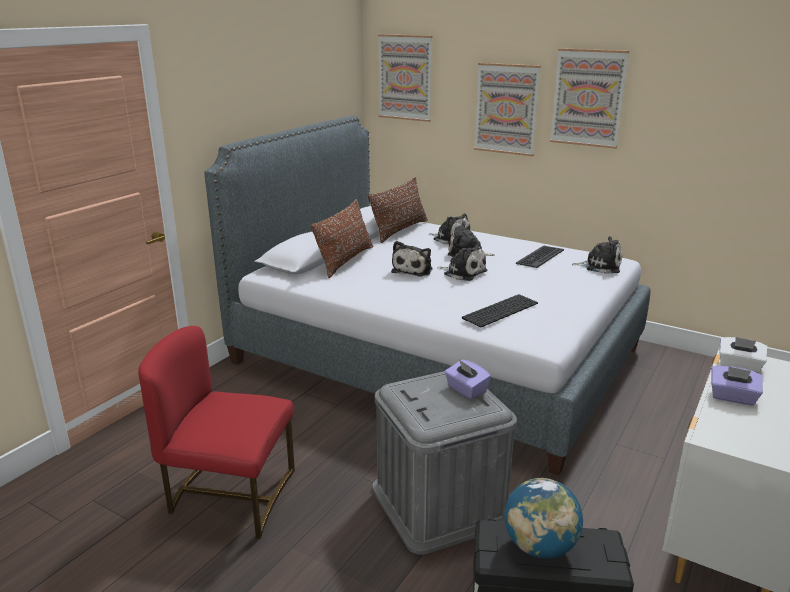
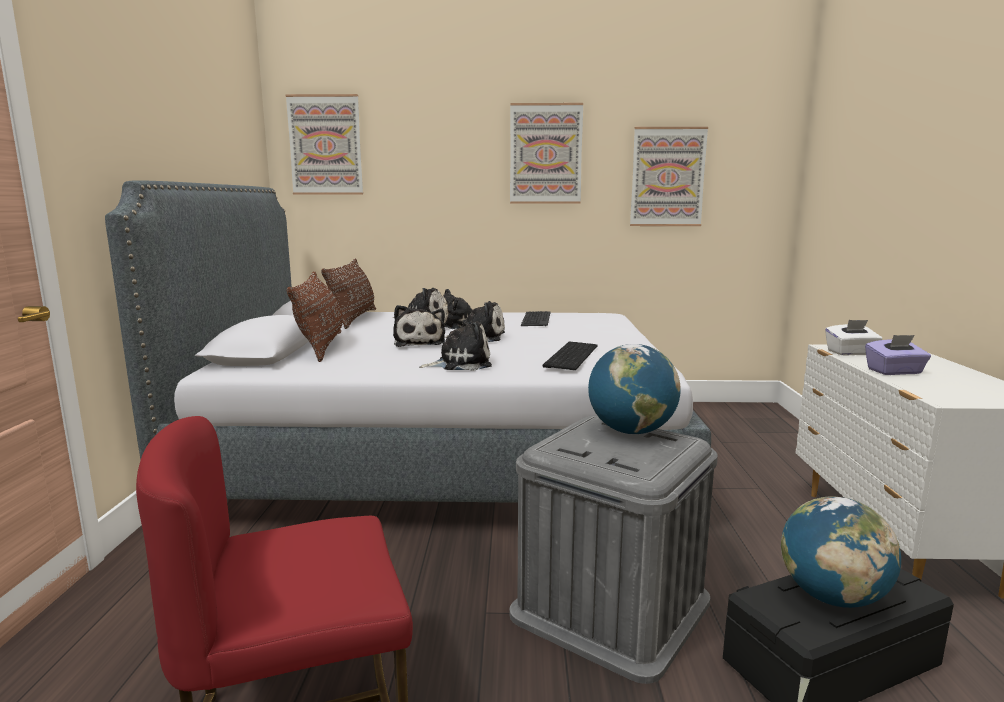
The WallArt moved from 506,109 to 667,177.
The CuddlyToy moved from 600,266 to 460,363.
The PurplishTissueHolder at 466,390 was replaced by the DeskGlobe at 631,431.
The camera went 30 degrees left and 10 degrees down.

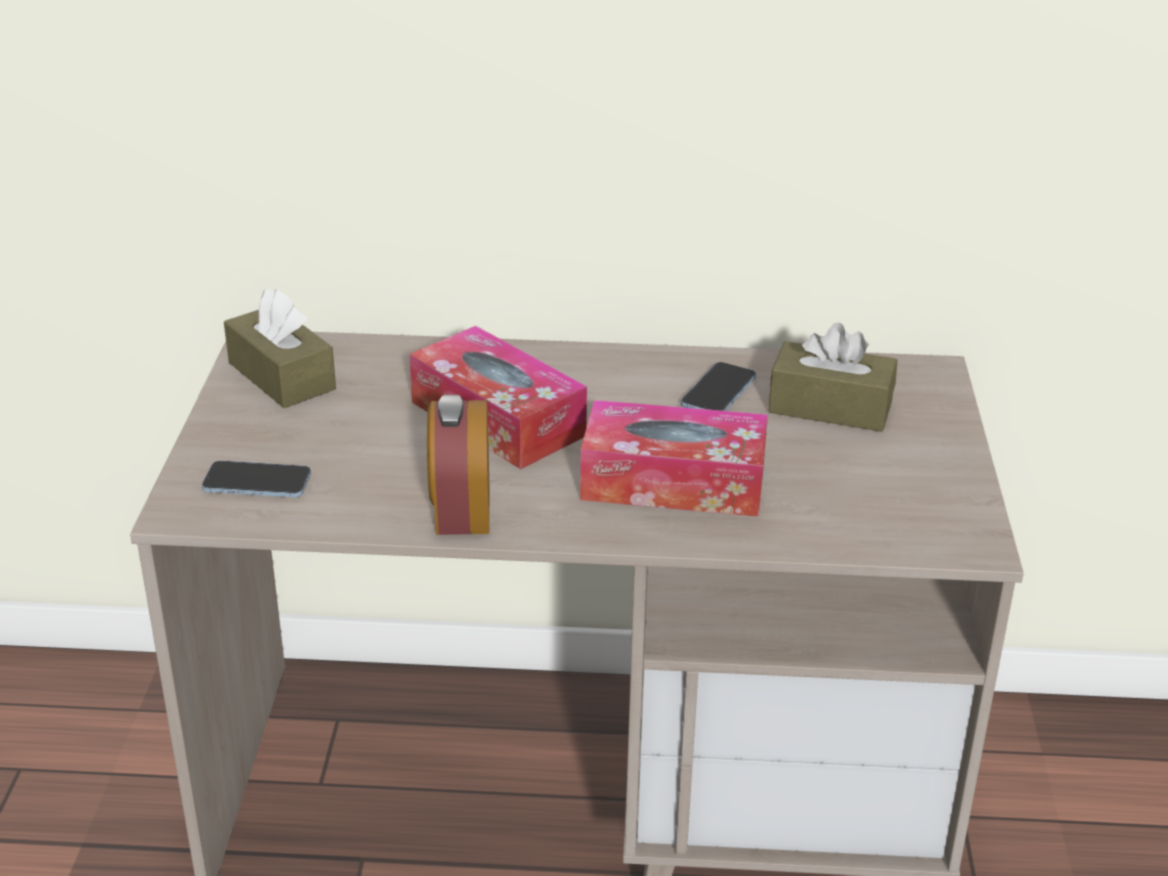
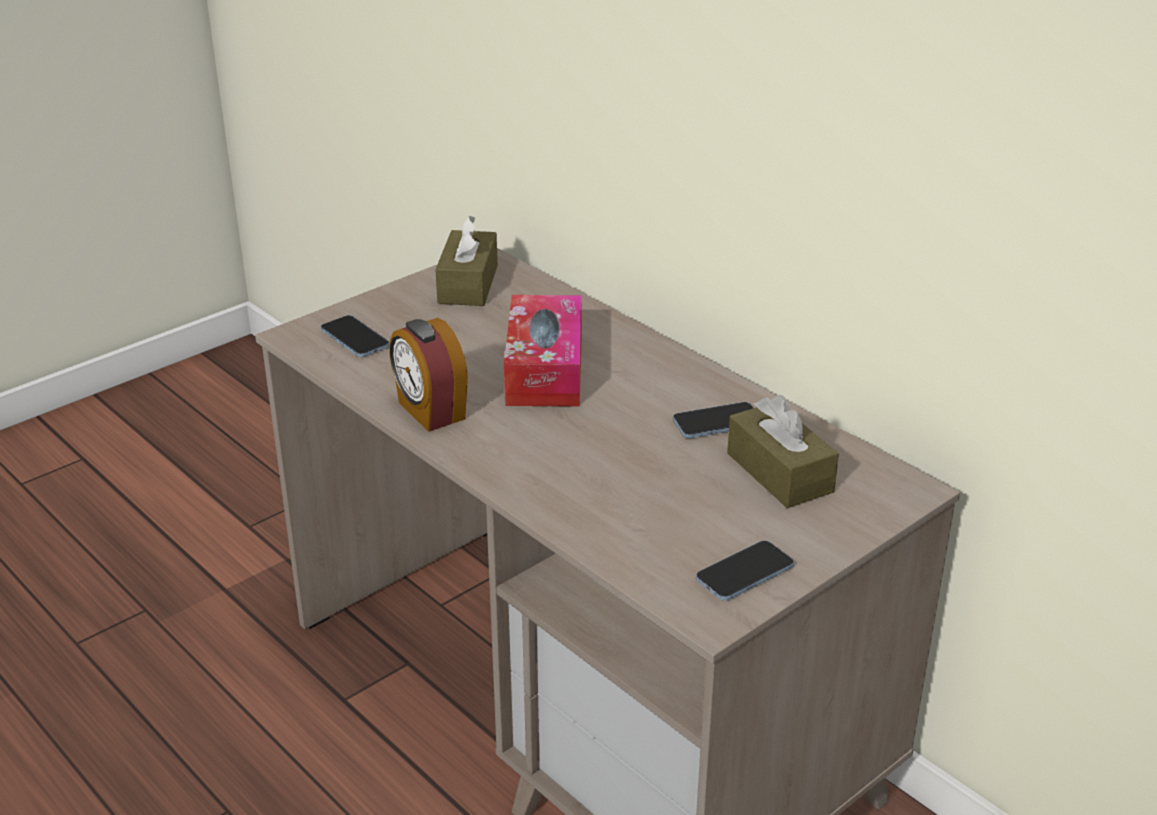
The TissueHolder at 673,482 disappeared.
The Telephone at 744,573 appeared.
The AlarmClock at 460,511 turned 75 degrees counterclockwise.
The camera went 45 degrees right and 0 degrees up.

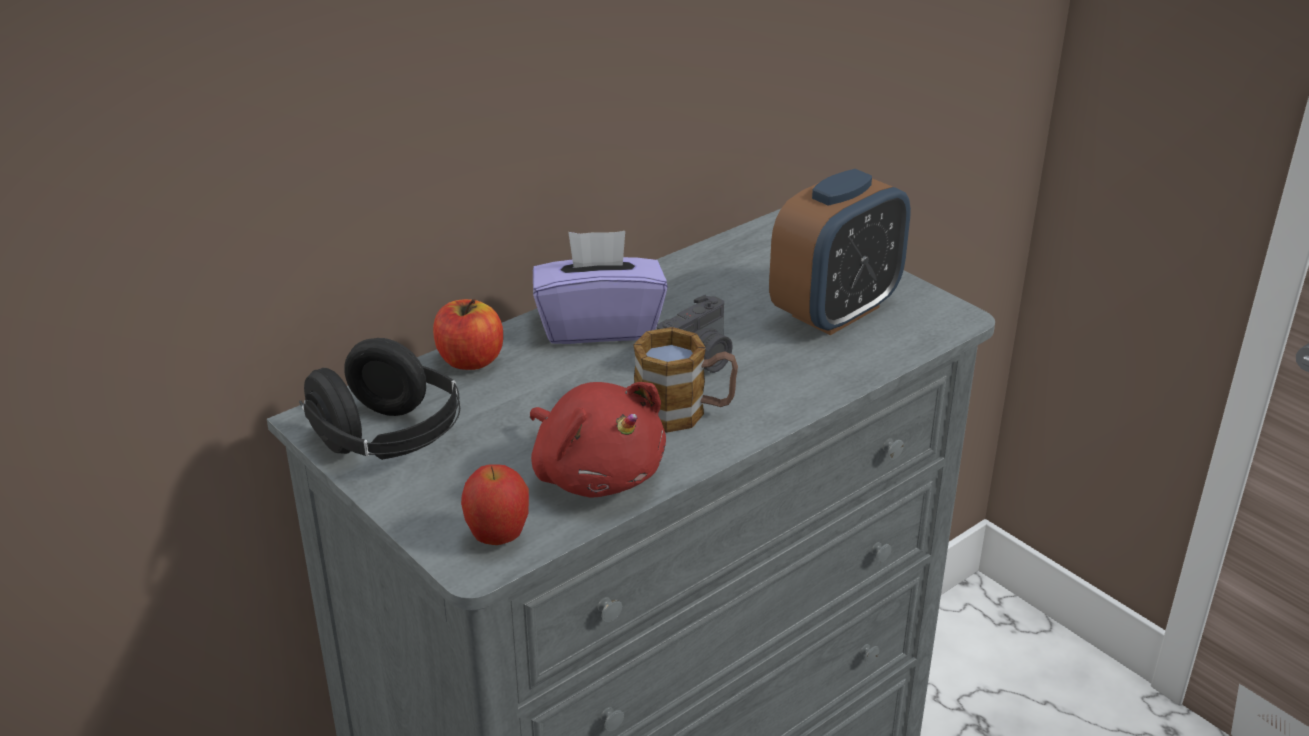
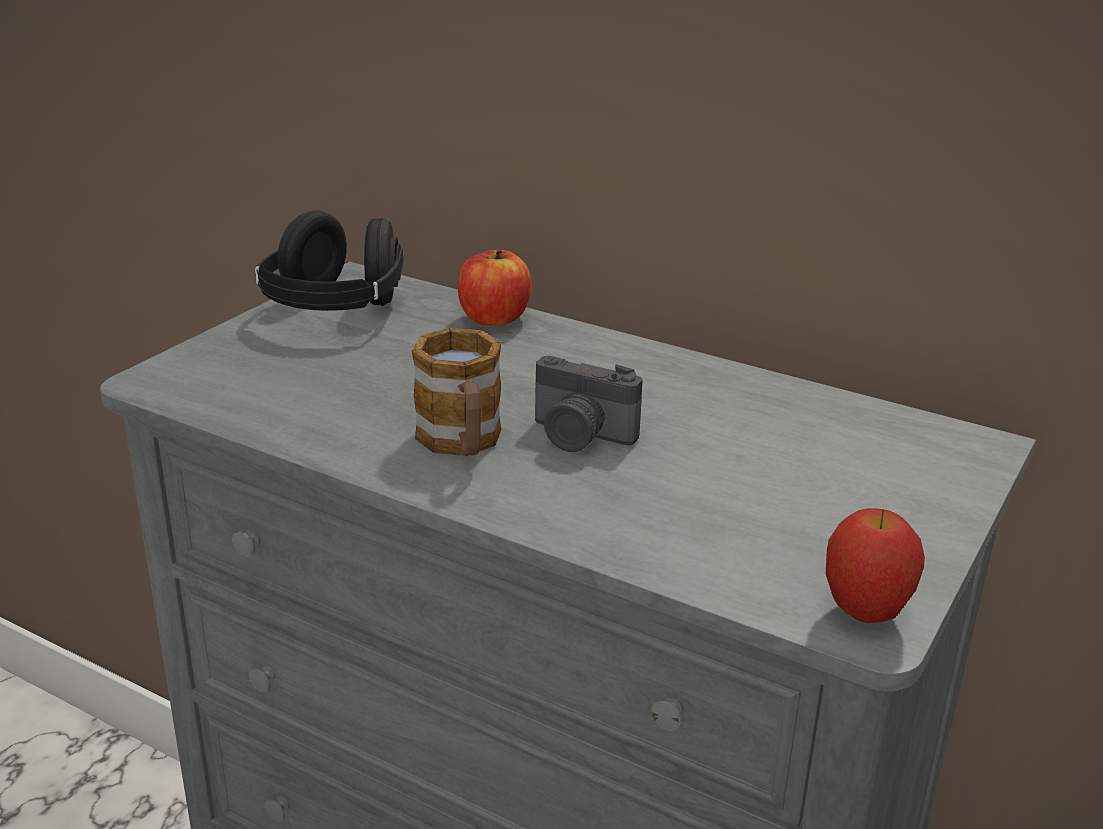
The ReddishCuddlyToy at 595,473 disappeared.
The PurplishTissueHolder at 599,326 disappeared.
The AlarmClock at 836,312 disappeared.
The WholeApple moved from 498,538 to 865,614.
The camera went 70 degrees right and 5 degrees down.

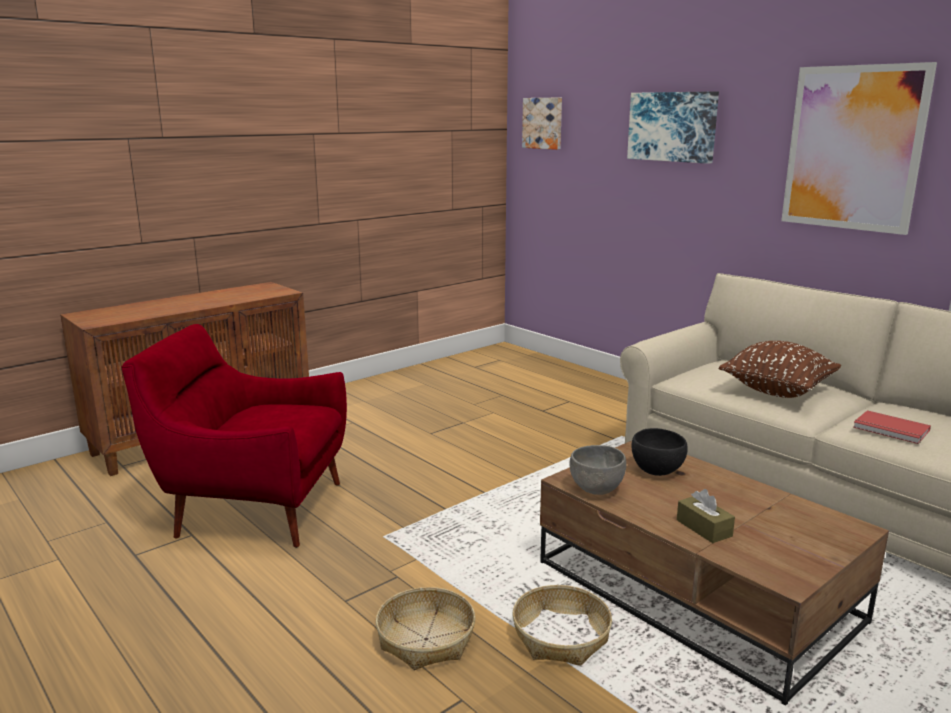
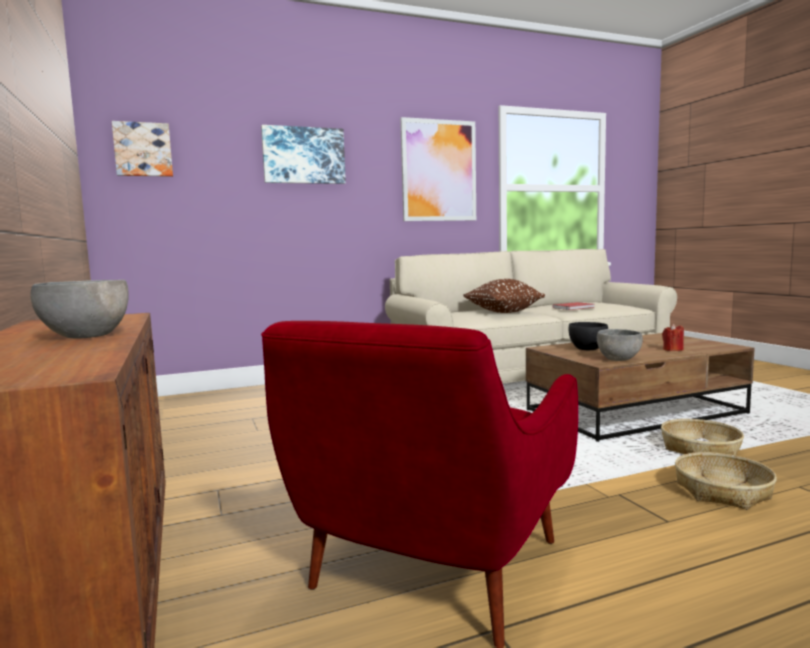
The GrayServingBowl at 87,336 appeared.
The BrownColouredTissueHolder at 704,528 was replaced by the ReddishWaxLight at 672,350.
The camera went 70 degrees left and 10 degrees down.

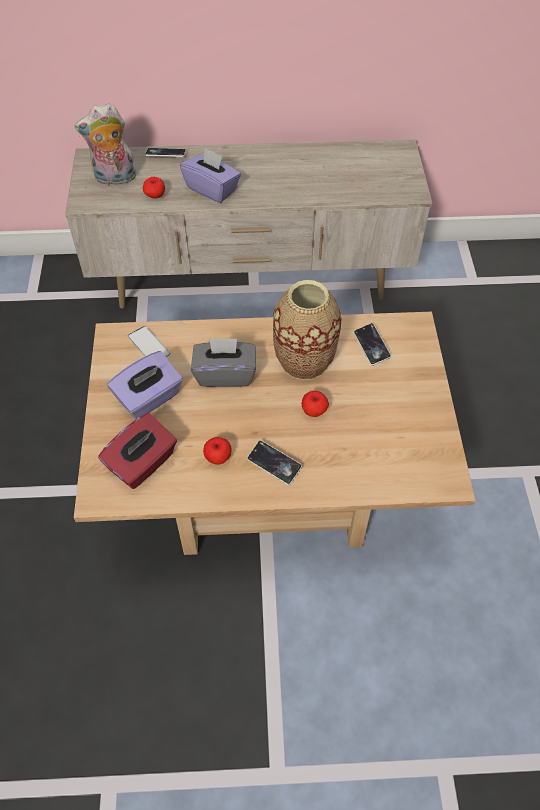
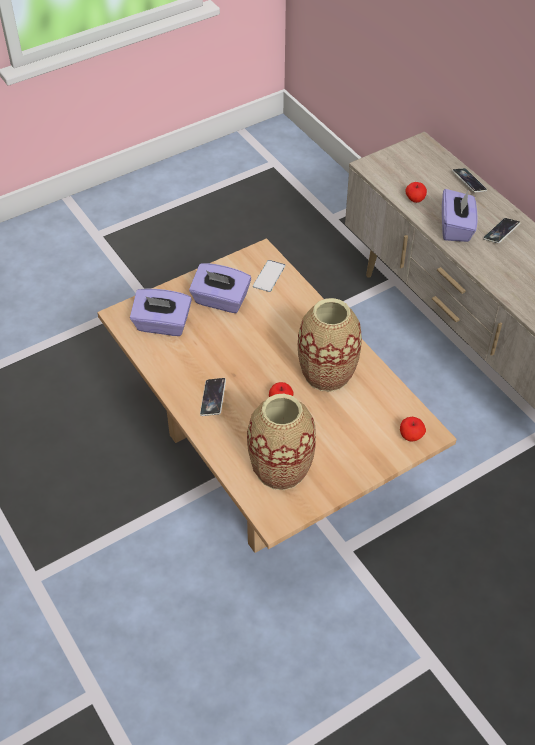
The CuddlyToy at 114,179 disappeared.
The GrayTissueHolder at 225,374 disappeared.
The Vase at 280,469 appeared.
The WholeApple moved from 218,457 to 411,436.
The Telephone moved from 371,346 to 501,232.
The ReddishTissueHolder at 142,464 became the PurplishTissueHolder at 162,325.
The camera went 60 degrees right and 5 degrees down.

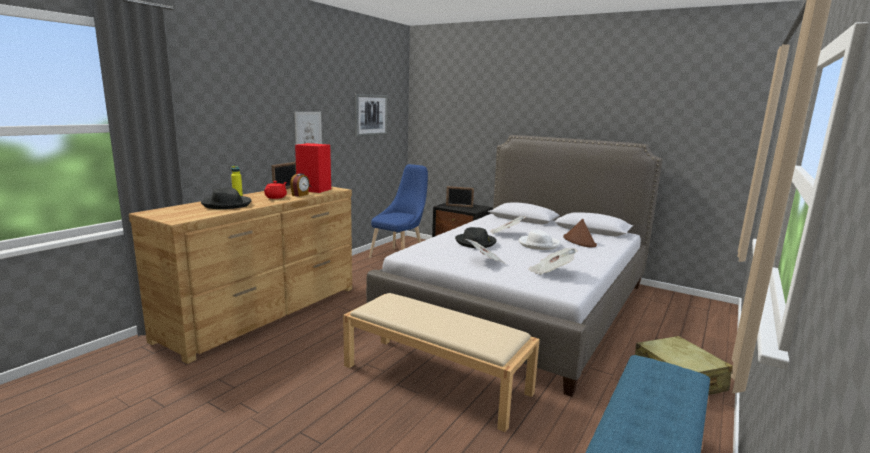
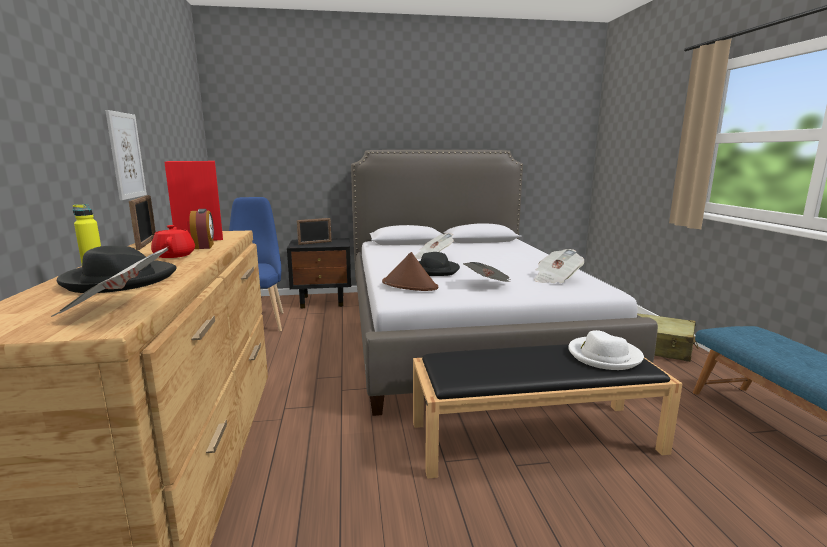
The WallArt at 371,115 disappeared.
The Newspaper at 117,309 appeared.
The WhiteColouredHat moved from 538,244 to 604,356.
The BrownColouredHat moved from 579,241 to 410,285.
The BeigeLongSeat at 437,379 became the BlackColouredLongSeat at 536,437.
The camera went 40 degrees left and 0 degrees up.

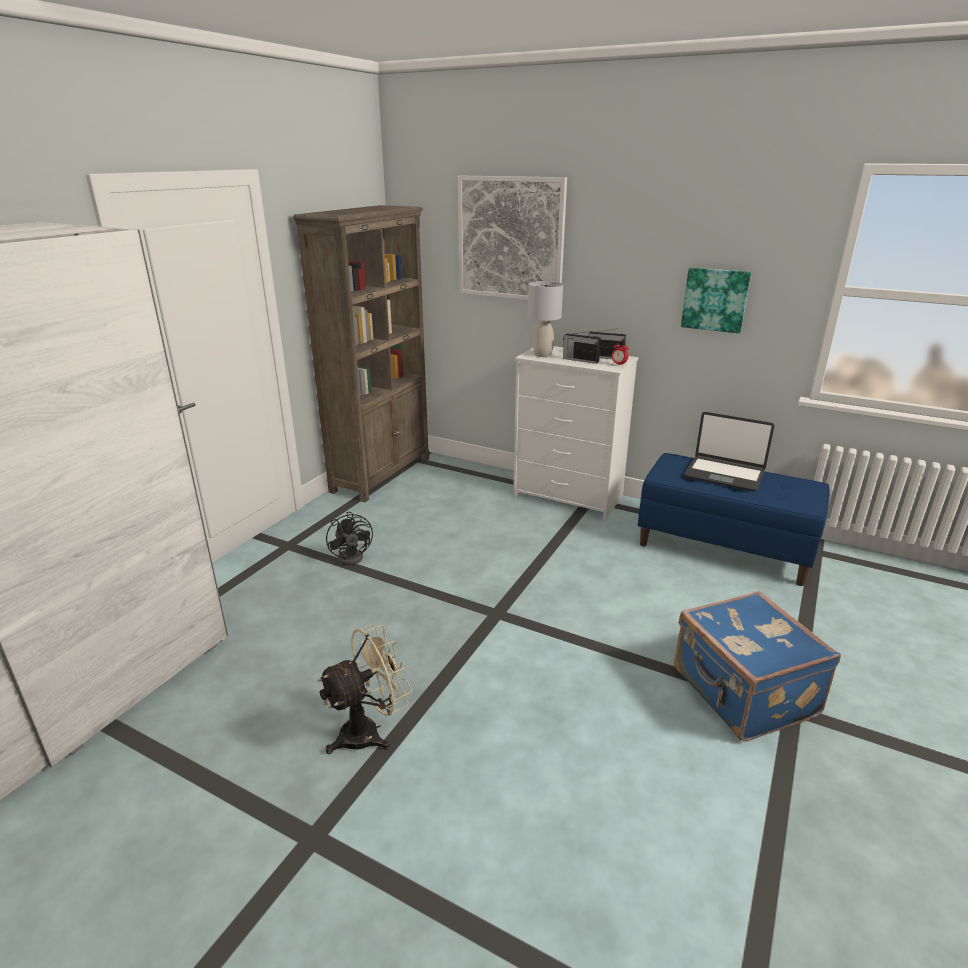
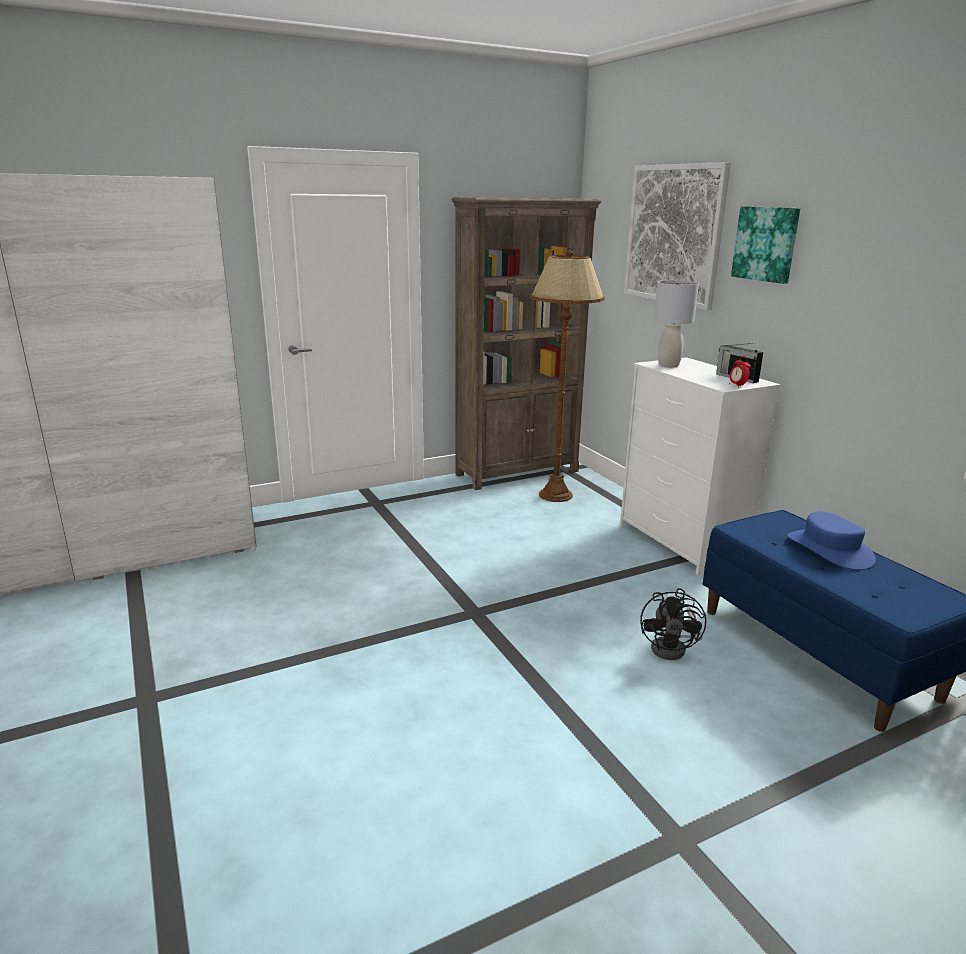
The BeigeCoolingFan at 369,731 disappeared.
The RadioReceiver at 580,360 disappeared.
The BluishSuitcase at 742,693 disappeared.
The BrownColouredStandingLamp at 556,495 appeared.
The BlackColouredCoolingFan moved from 354,556 to 673,648.
The WallArt moved from 715,299 to 766,244.
The PortableComputer at 724,474 was replaced by the BluishHat at 829,549.
The camera went 35 degrees right and 5 degrees down.

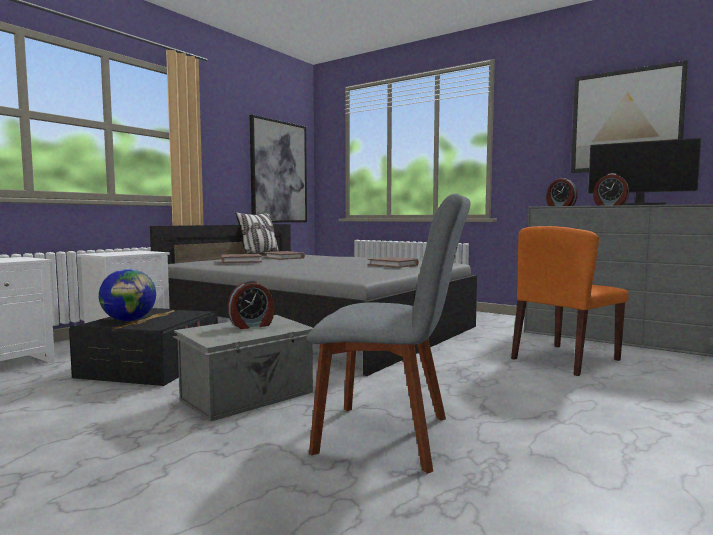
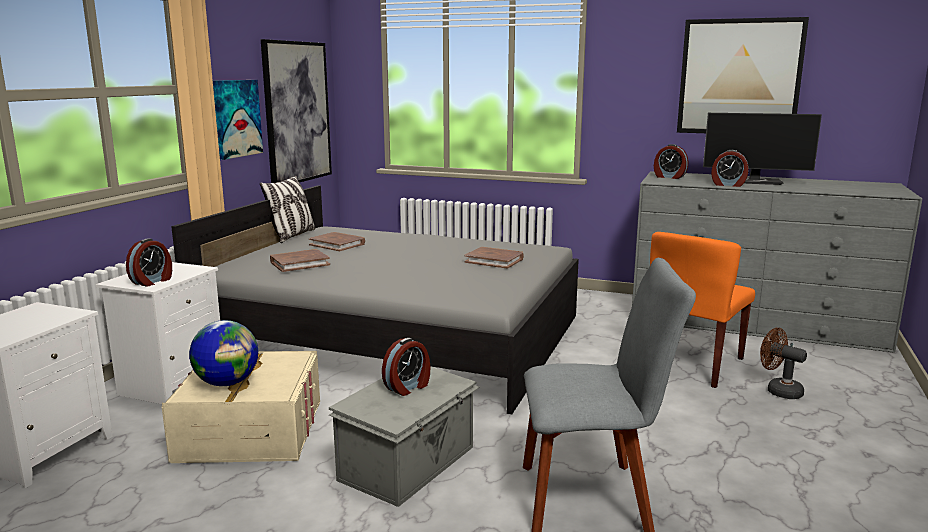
The AlarmClock at 152,281 appeared.
The WallArt at 236,118 appeared.
The BrownColouredCoolingFan at 778,390 appeared.
The BlackColouredStorageContainer at 150,367 became the BeigeStorageContainer at 250,431.
The camera went 15 degrees left and 10 degrees up.

